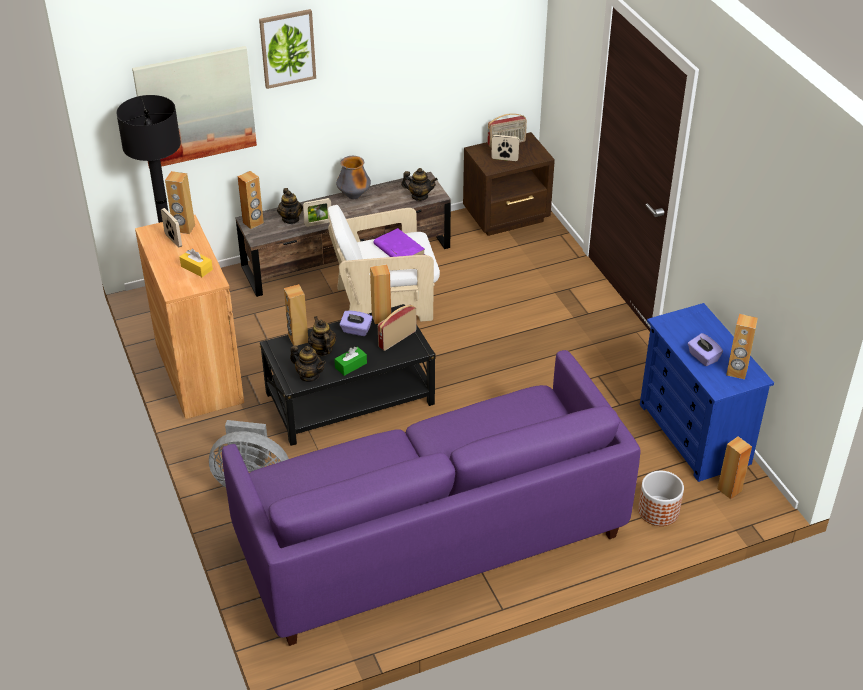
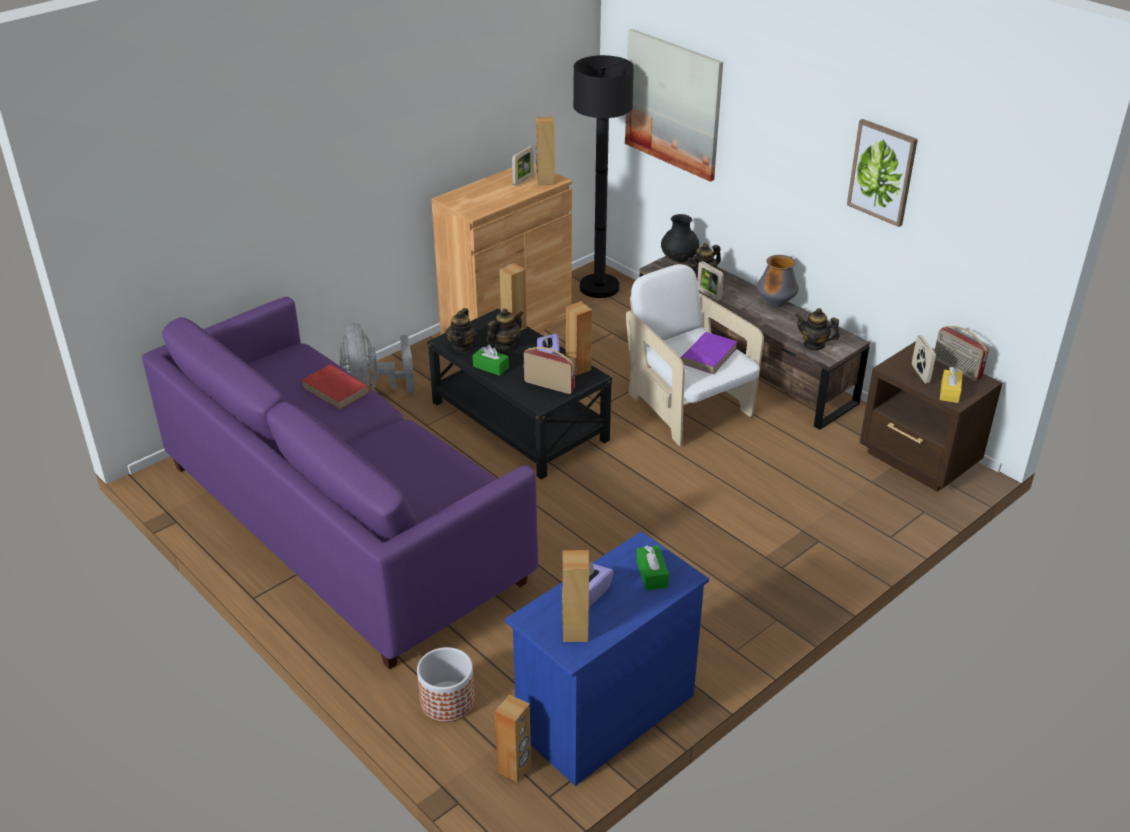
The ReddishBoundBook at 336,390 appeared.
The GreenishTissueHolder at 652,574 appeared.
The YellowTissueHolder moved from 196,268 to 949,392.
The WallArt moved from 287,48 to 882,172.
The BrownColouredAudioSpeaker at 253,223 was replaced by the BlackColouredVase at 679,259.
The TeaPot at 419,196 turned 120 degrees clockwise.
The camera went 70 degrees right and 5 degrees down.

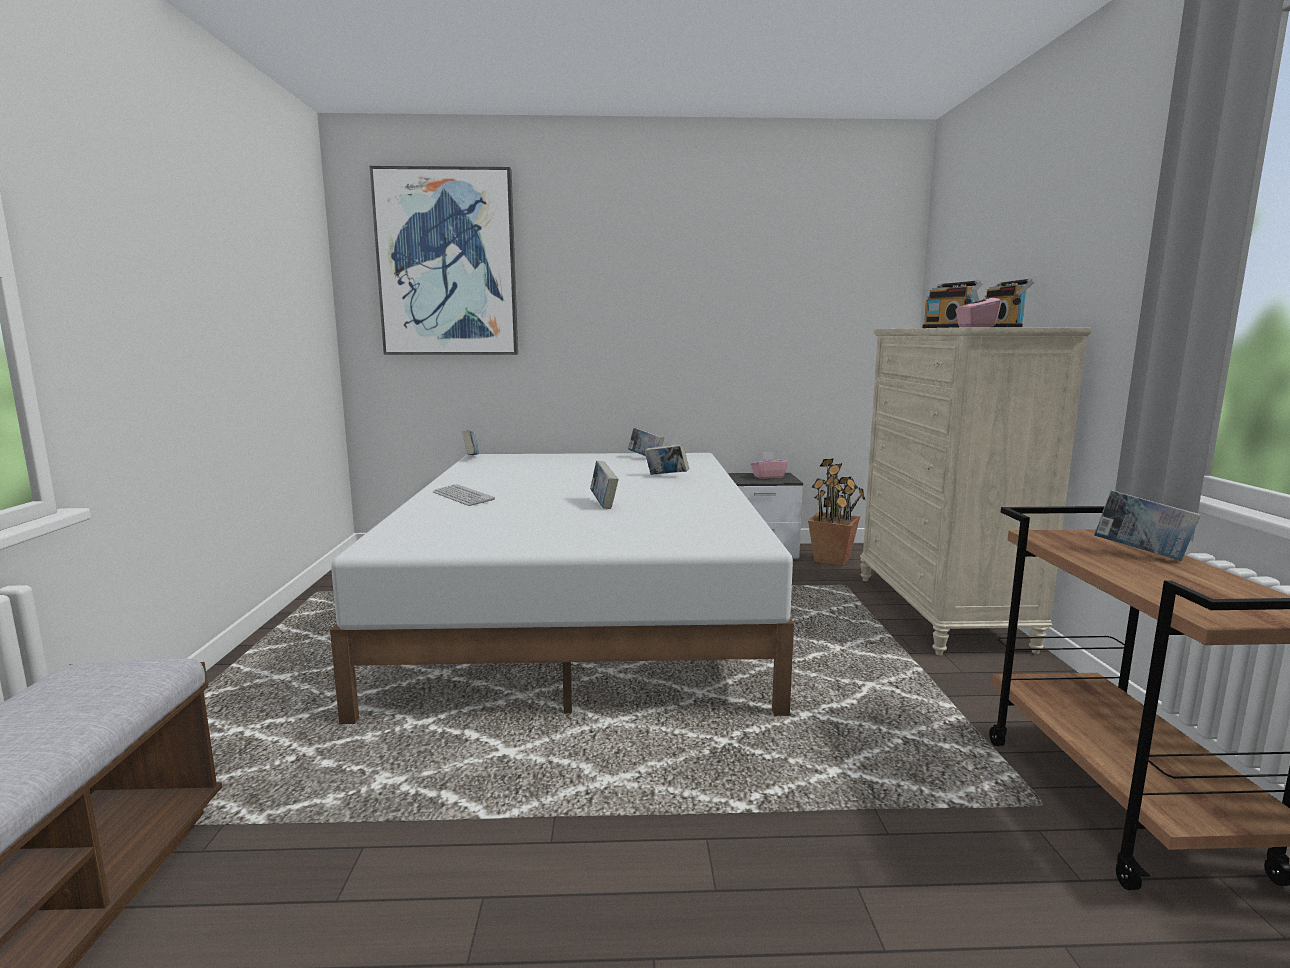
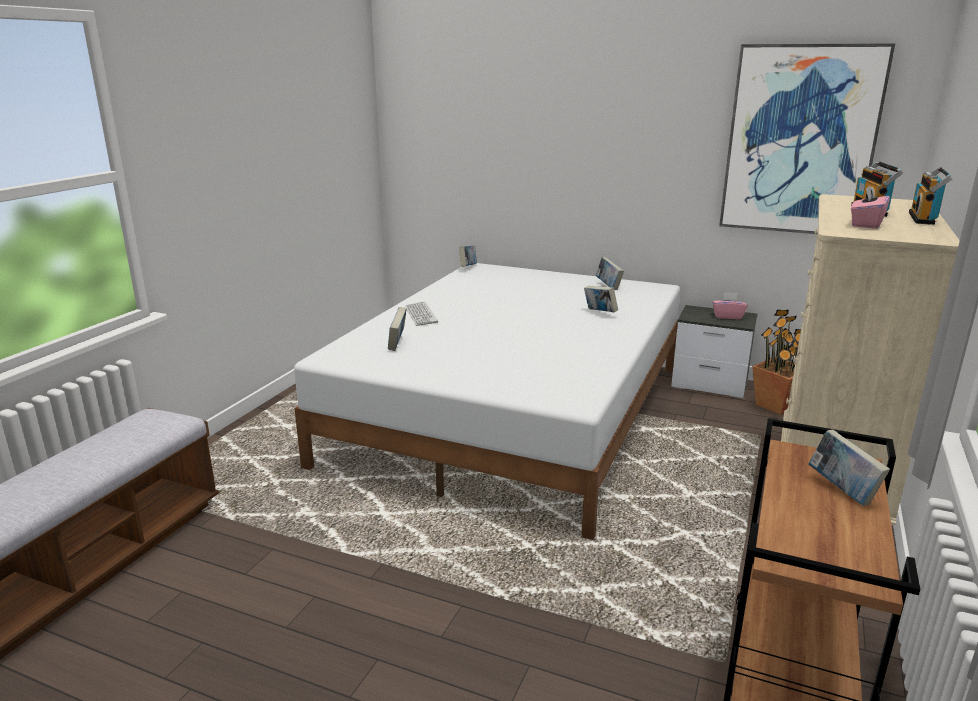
The WallArt moved from 447,264 to 800,141.
The BoundBook moved from 603,504 to 398,344.
The camera went 25 degrees right and 10 degrees up.

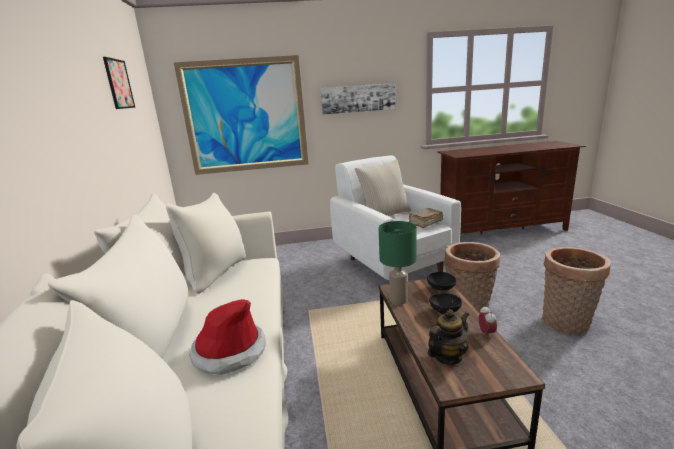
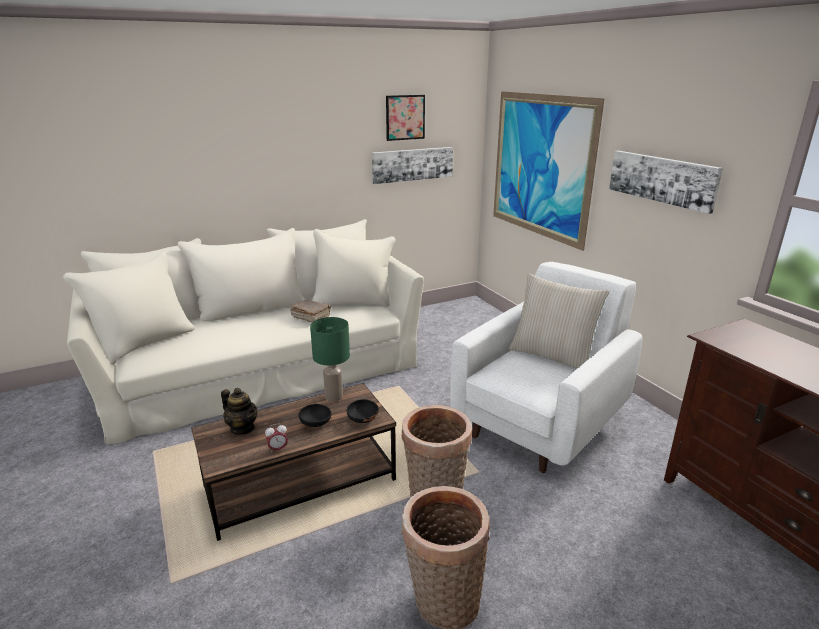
The Hat at 229,352 disappeared.
The WallArt at 412,164 appeared.
The BrownColouredBoundBook moved from 425,223 to 311,317.
The camera went 70 degrees right and 5 degrees up.

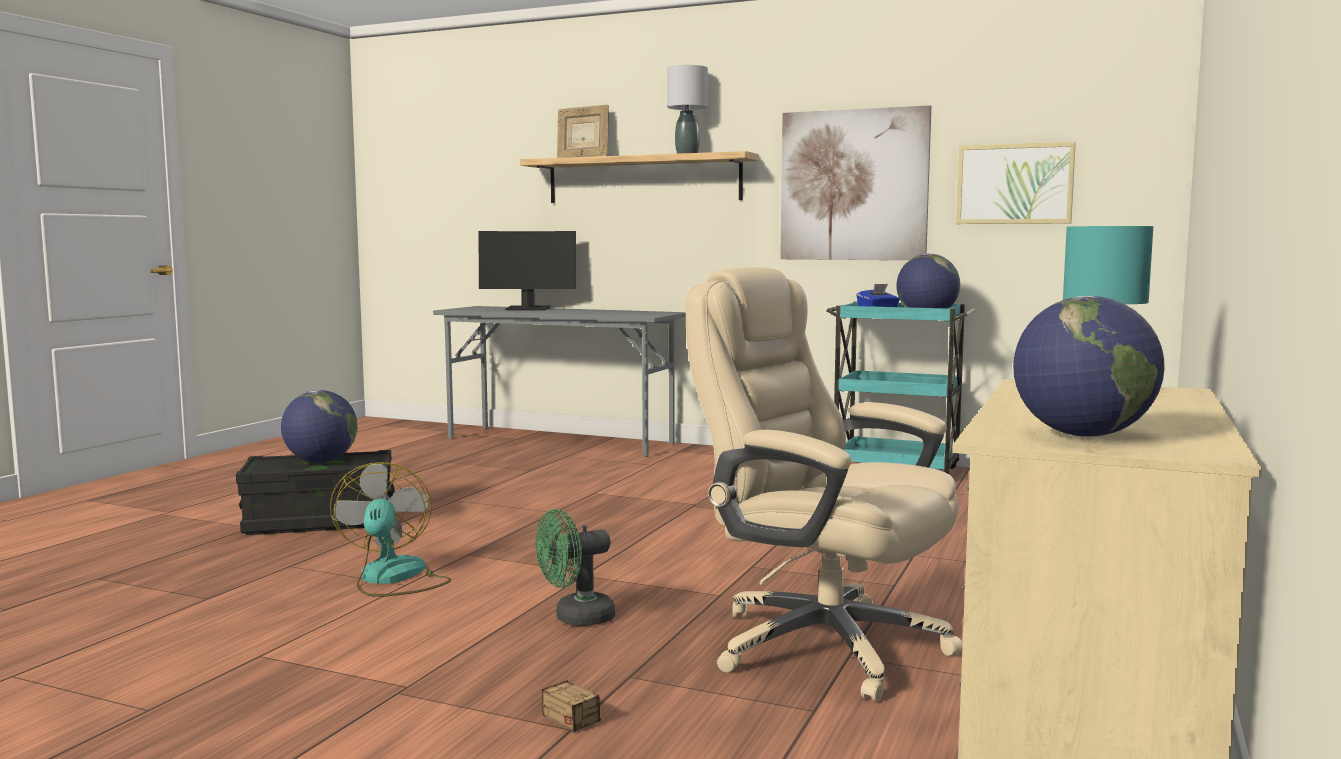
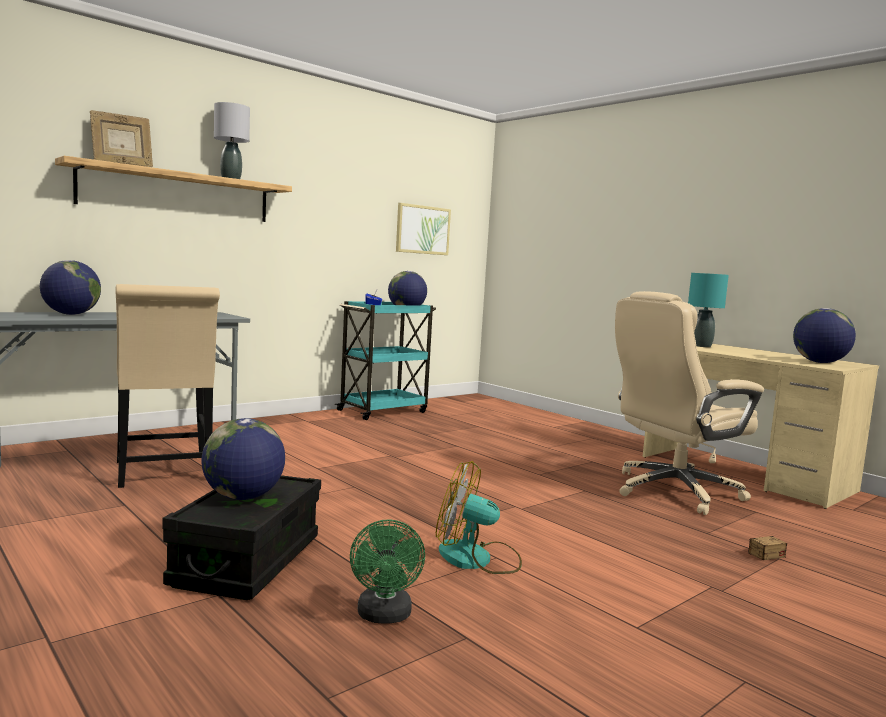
The WallArt at 853,185 disappeared.
The BeigeChair at 164,473 appeared.
The GreenishCoolingFan moved from 575,618 to 384,616.
The ComputerDisplay at 528,309 was replaced by the DeskGlobe at 71,314.
The camera went 65 degrees left and 0 degrees up.

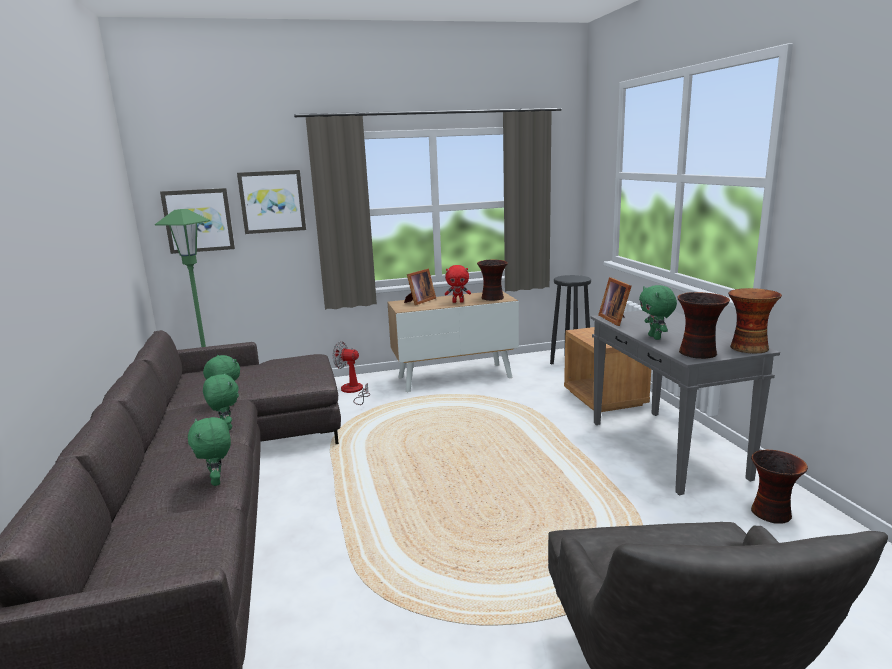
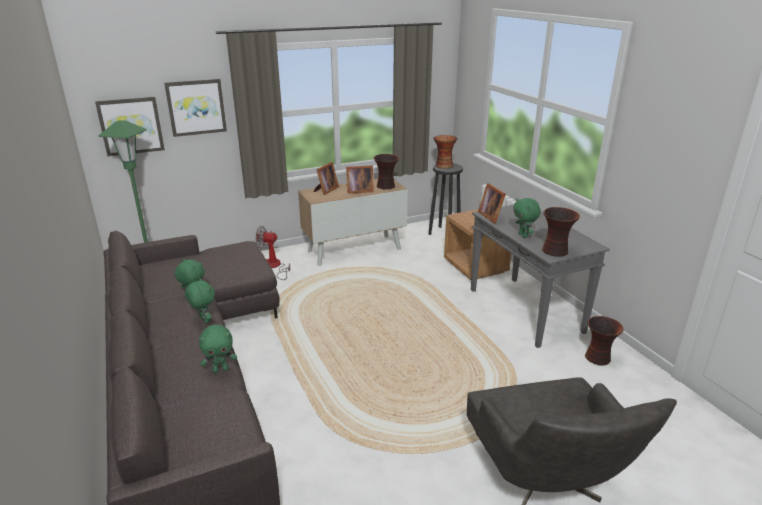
The Vase moved from 747,347 to 443,166.
The ReddishCuddlyToy at 458,302 was replaced by the StandingFrame at 358,191.
The GreenishCuddlyToy at 217,481 turned 75 degrees counterclockwise.
The camera went 10 degrees left and 10 degrees up.

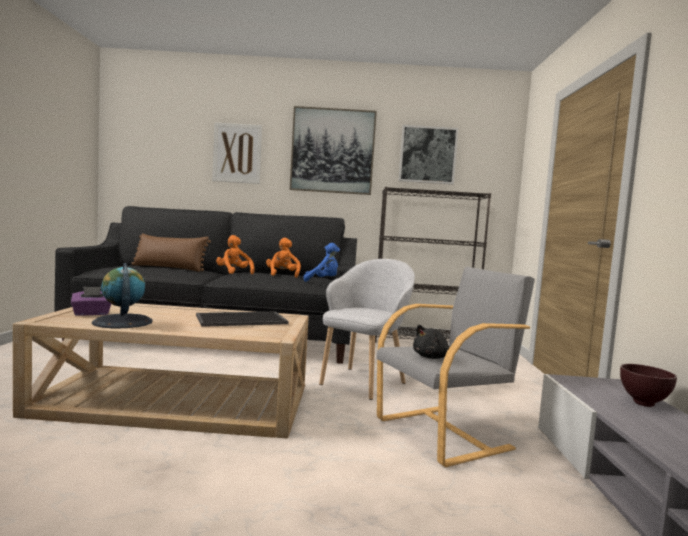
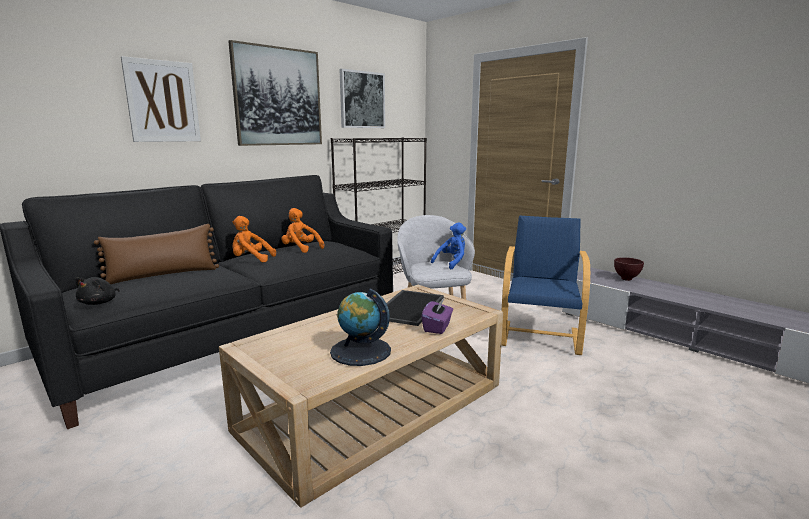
The PurplishTissueHolder moved from 92,313 to 437,327.
The BluishCuddlyToy moved from 323,281 to 452,263.
The BlackColouredCuddlyToy moved from 432,357 to 100,303.
The GrayEasyChair at 445,433 became the BluishEasyChair at 540,337.
The camera went 45 degrees left and 10 degrees up.

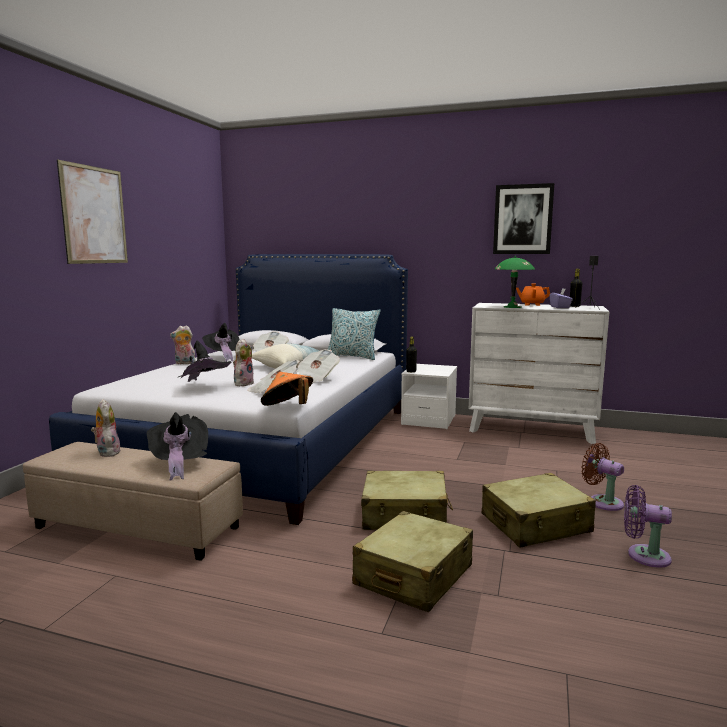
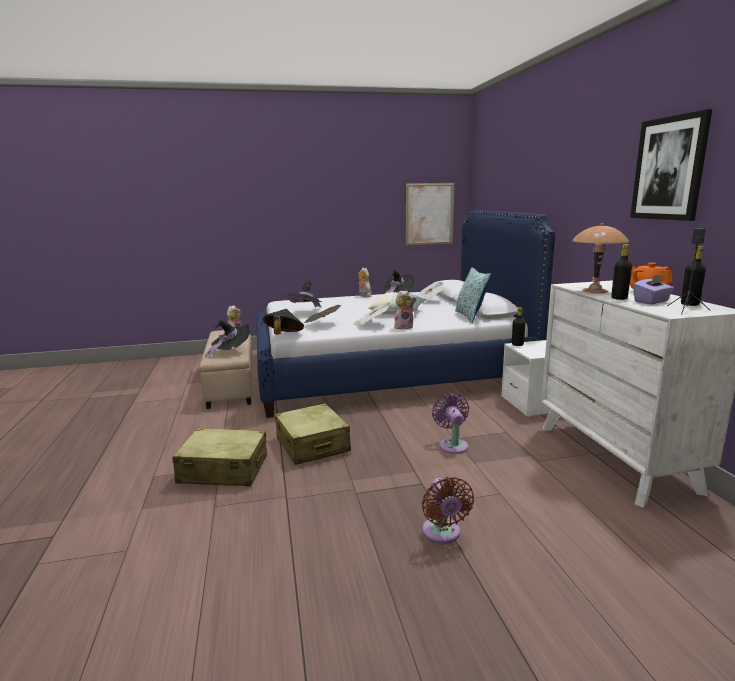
The BeigeSuitcase at 535,524 disappeared.
The BlackColouredBottle at 619,298 appeared.
The WallArt moved from 94,215 to 429,214.
The CuddlyToy moved from 243,383 to 404,327.
The PurplishCoolingFan moved from 643,555 to 452,445.
The OrangeColouredHat at 287,408 became the BlackColouredHat at 283,336.
The GreenishTableLamp at 513,307 became the BrownColouredTableLamp at 595,291.
The BrownColouredCoolingFan at 602,502 turned 150 degrees clockwise.
The camera went 60 degrees right and 5 degrees up.

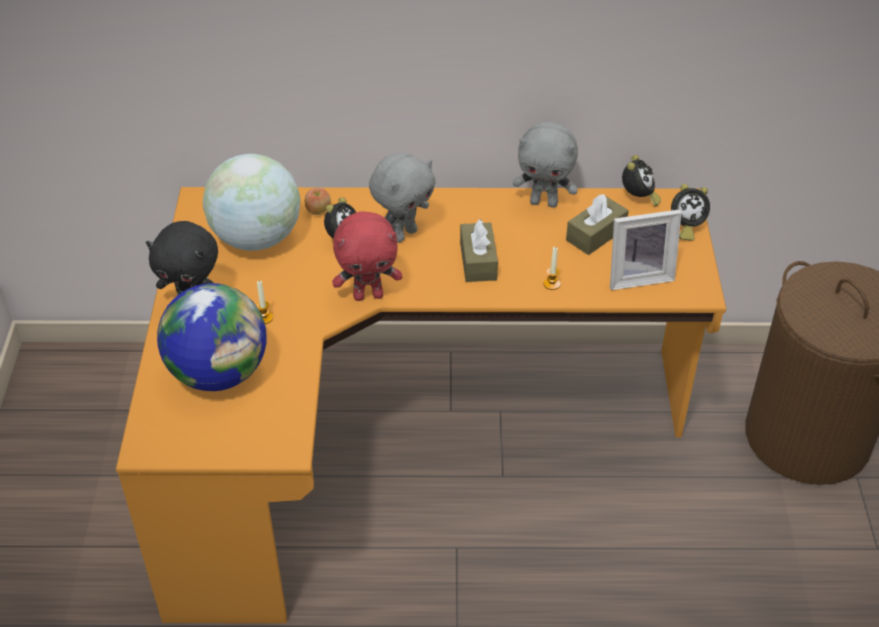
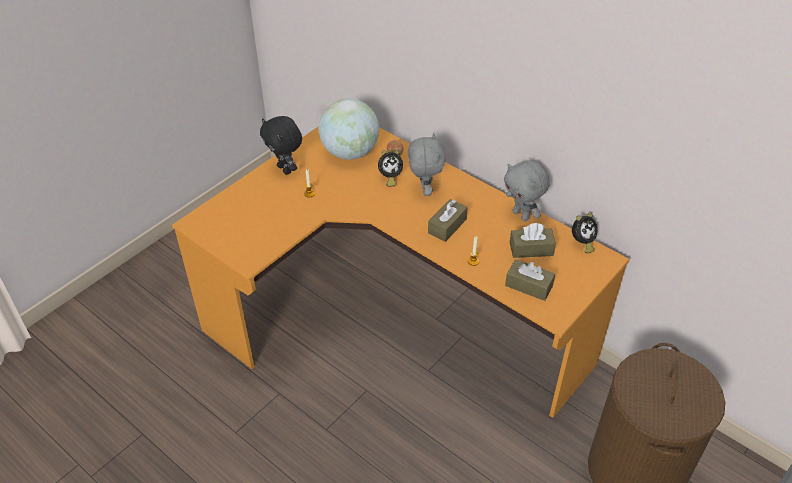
The DeskGlobe at 219,373 disappeared.
The ReddishCuddlyToy at 368,295 disappeared.
The AlarmClock at 685,227 disappeared.
The StandingFrame at 638,276 was replaced by the BrownColouredTissueHolder at 528,286.
The GrayCuddlyToy at 403,234 turned 90 degrees counterclockwise.
The camera went 40 degrees right and 0 degrees up.

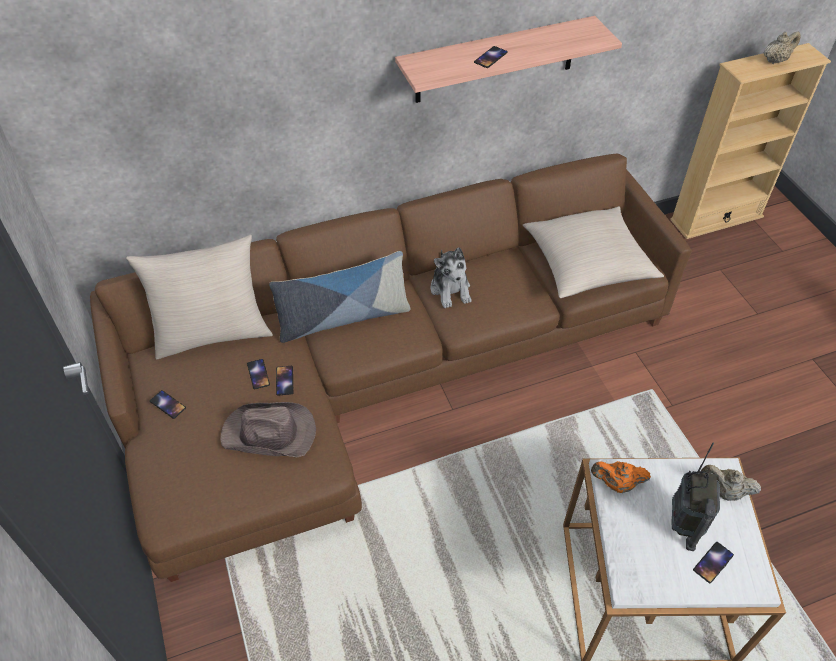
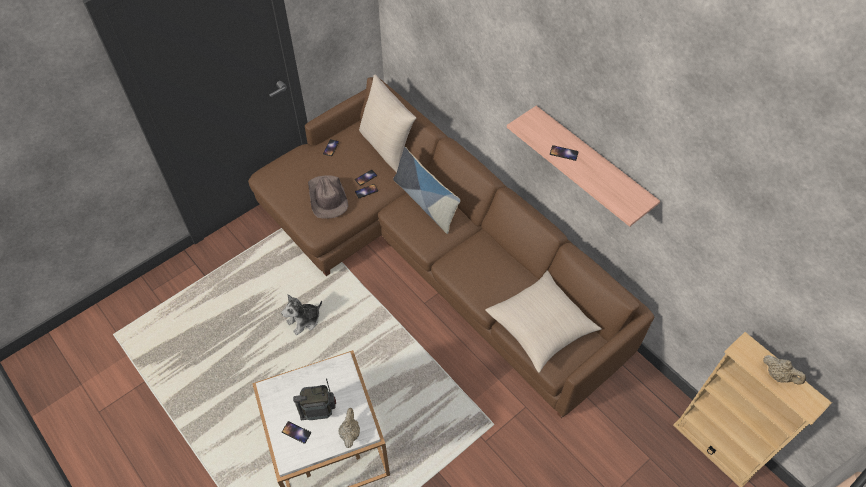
The OrangeColouredTeaPot at 616,484 disappeared.
The CuddlyToy moved from 451,289 to 304,321.
The camera went 70 degrees right and 5 degrees up.

